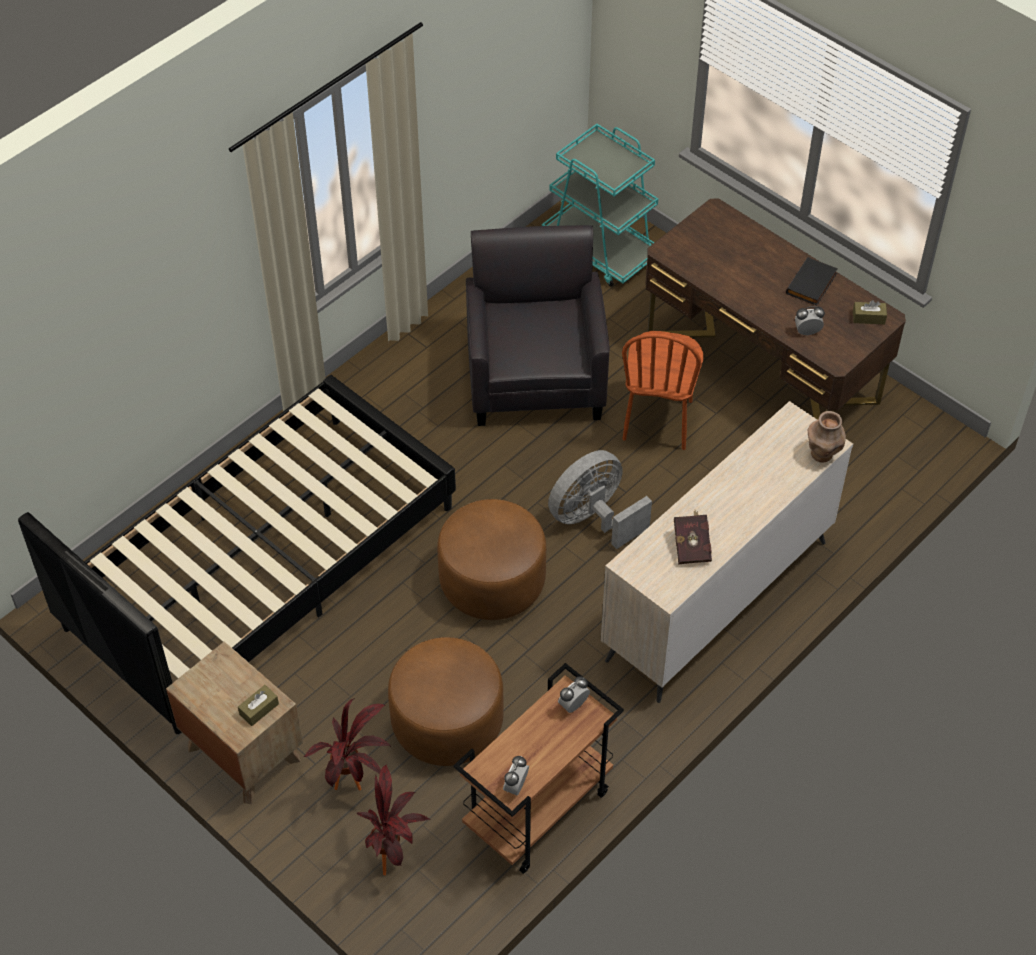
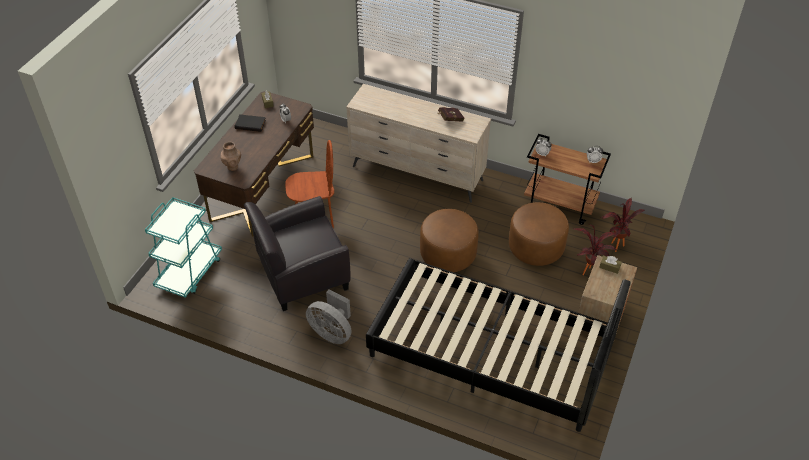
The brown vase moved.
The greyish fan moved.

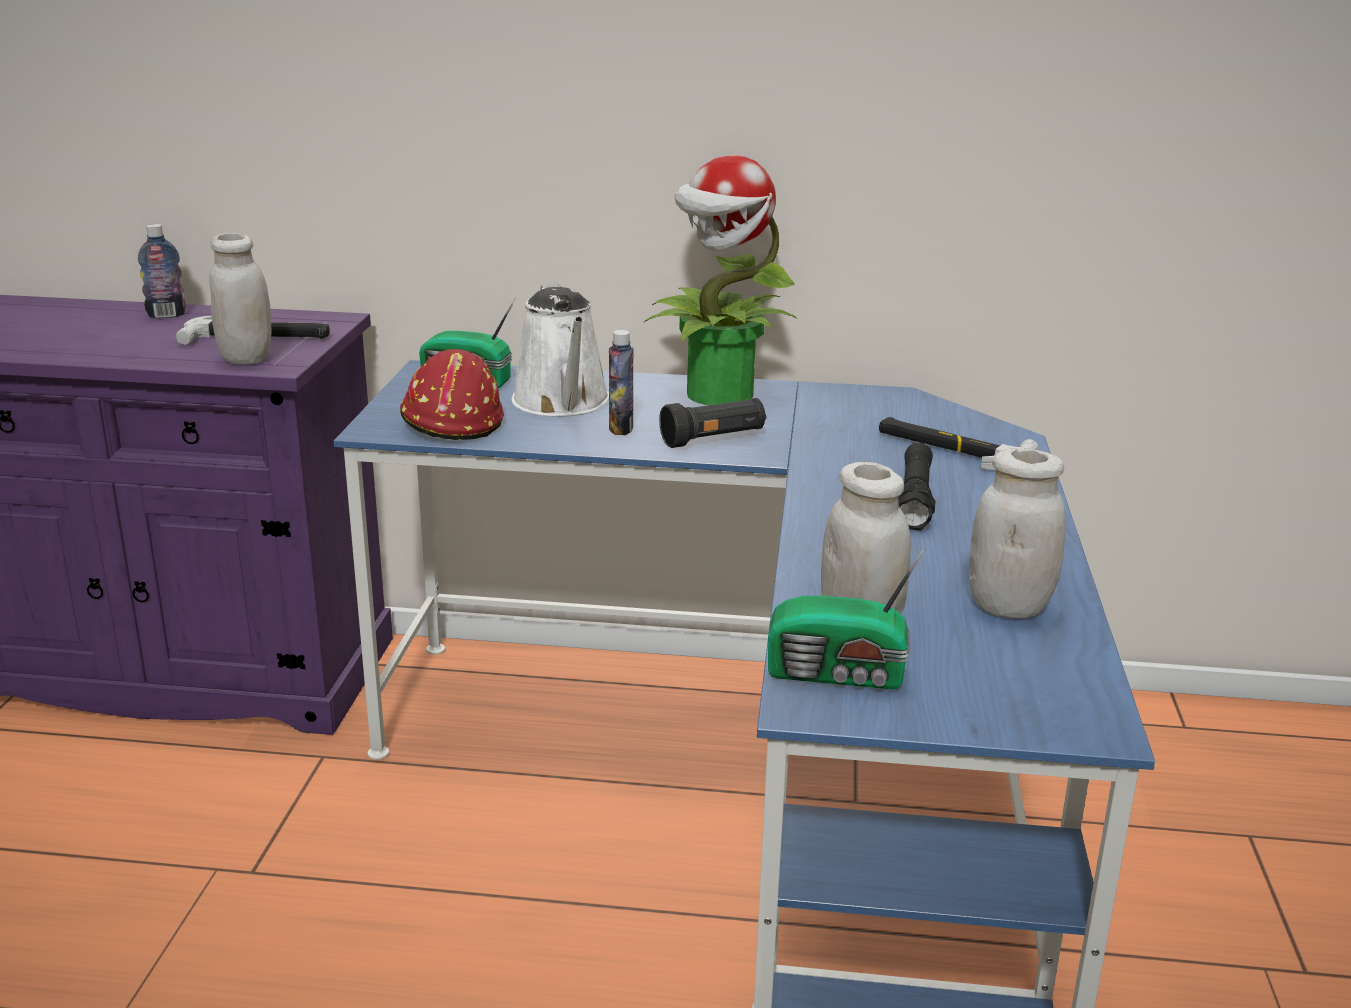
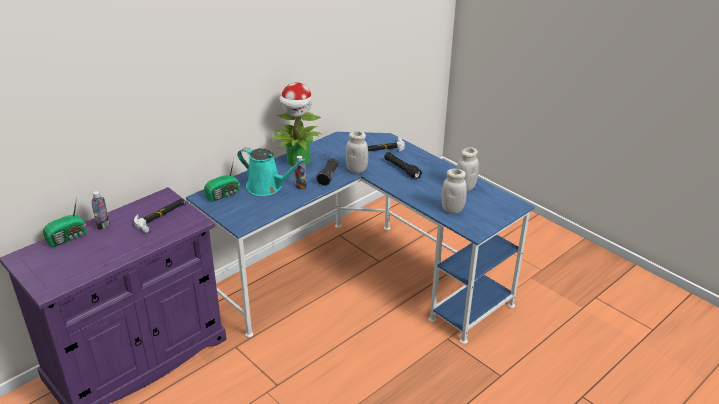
The white-coloured preserve jar (1st from left) moved.
The white-coloured sprinkling can became the turquoise sprinkling can.
The red safety helmet disappeared.
The radio (2nd from left in the first image) moved.

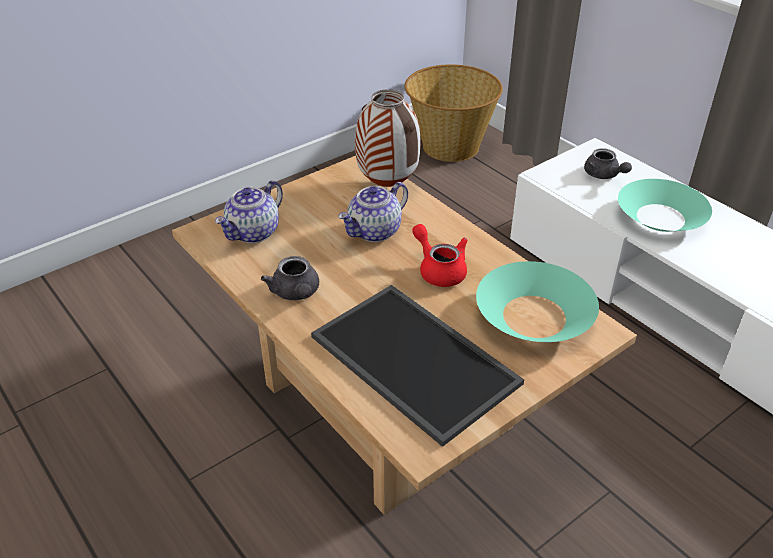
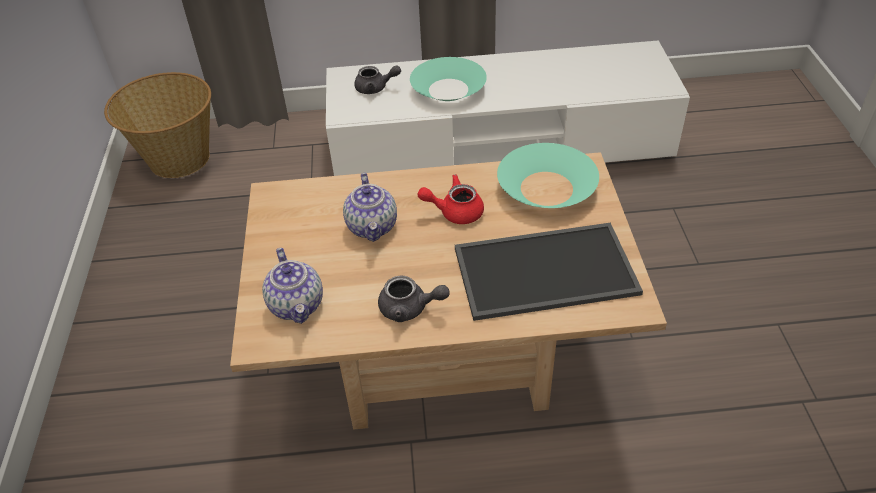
The vase disappeared.

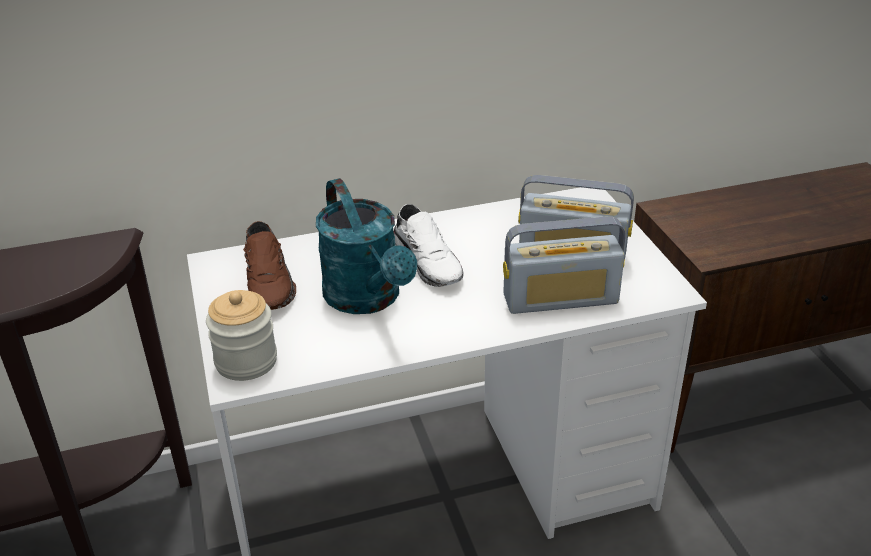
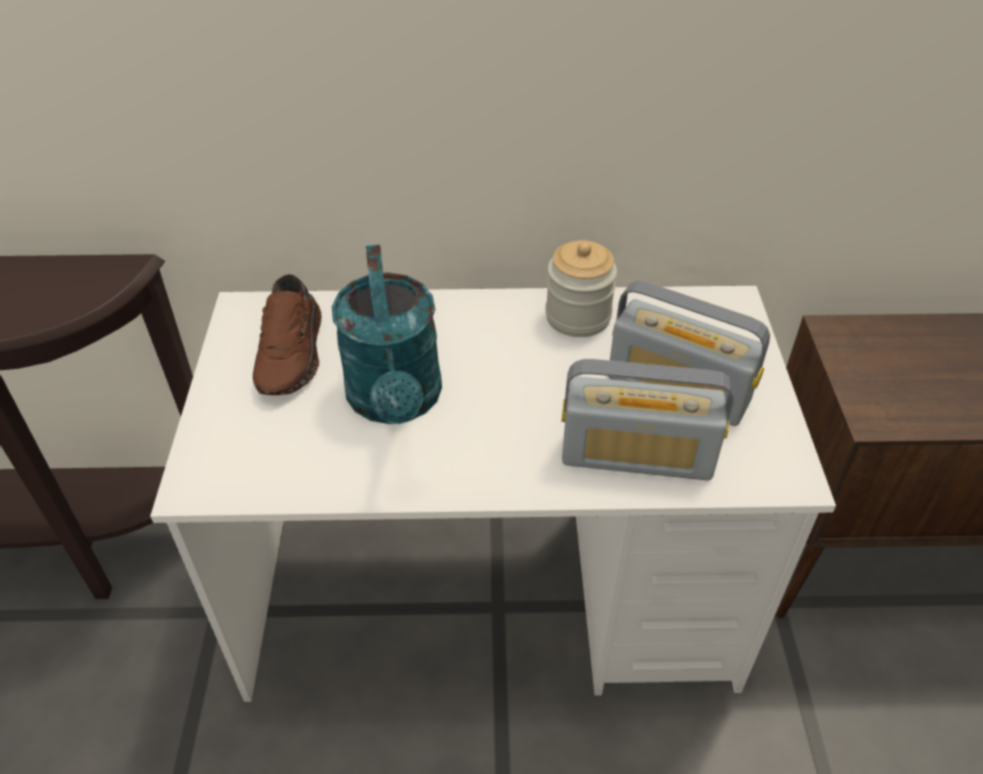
The white-coloured shoe disappeared.
The preserve jar moved.

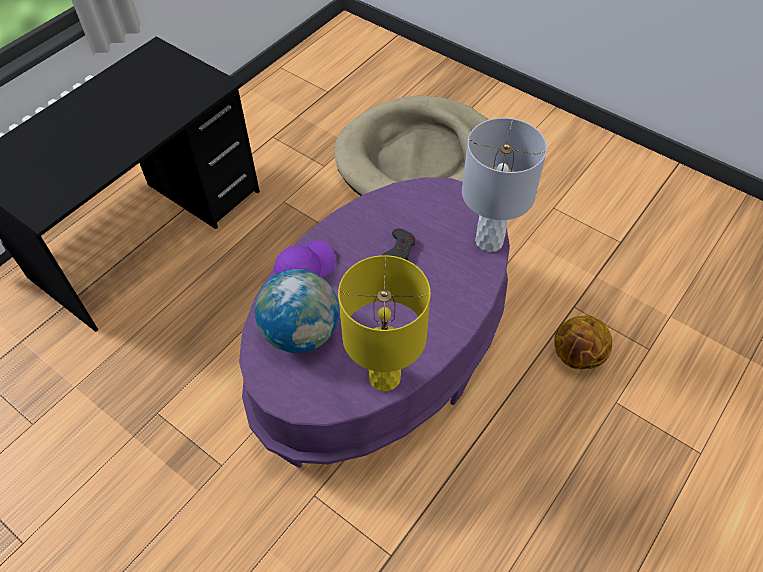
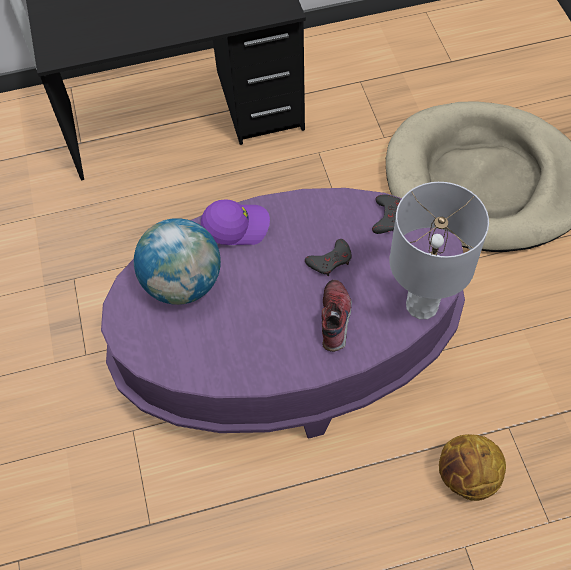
The yellow lamp for a table disappeared.
The greyish gamepad (2nd from left) appeared.
The shoe appeared.

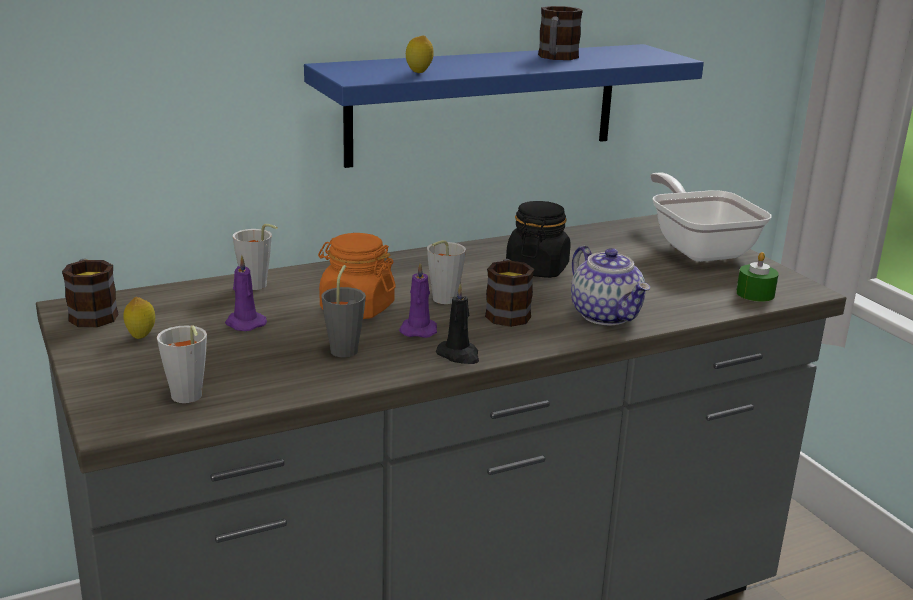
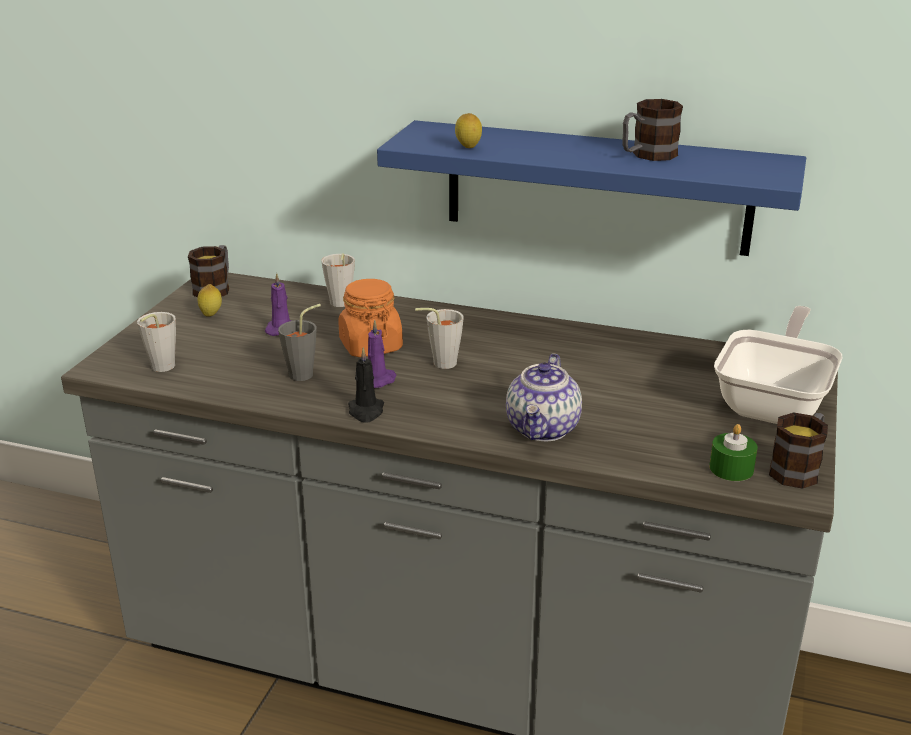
The black preserve jar disappeared.
The tea mug (2nd from left in the first image) moved.

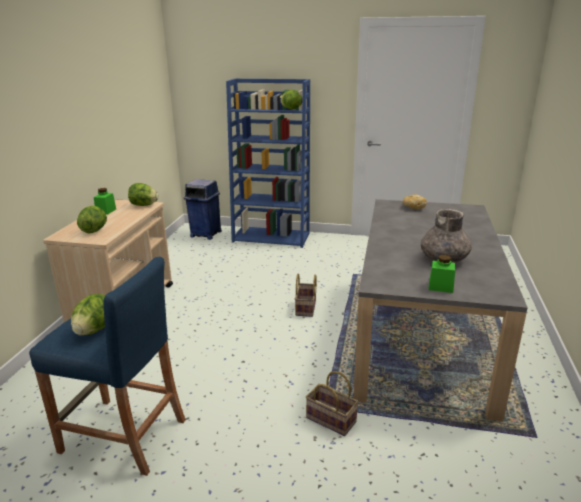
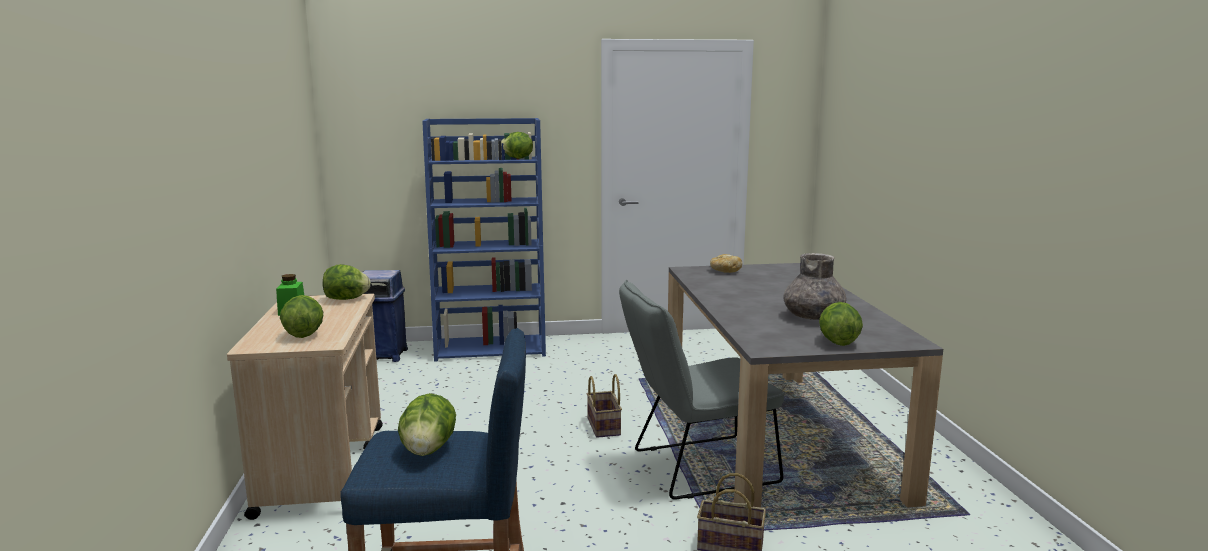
The green-coloured preserve jar (2nd from left) was replaced by the lettuce head (5th from left).
The greyish plain chair appeared.

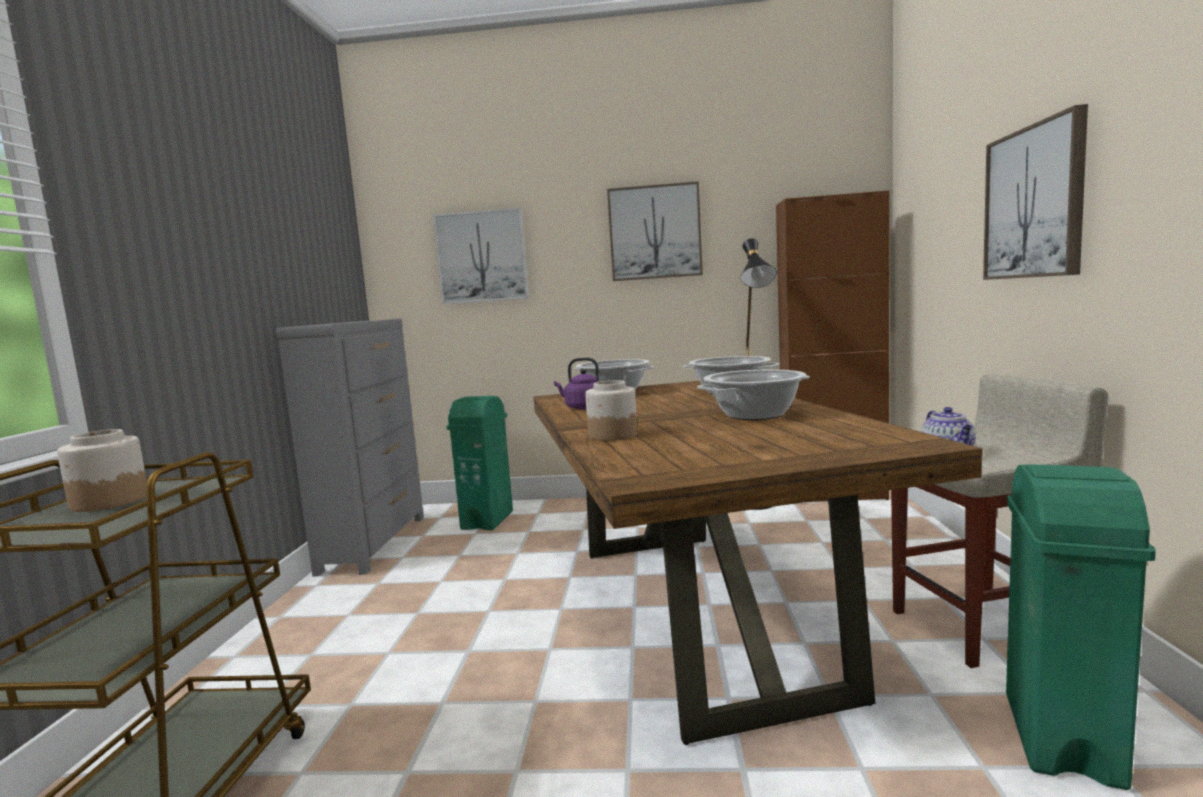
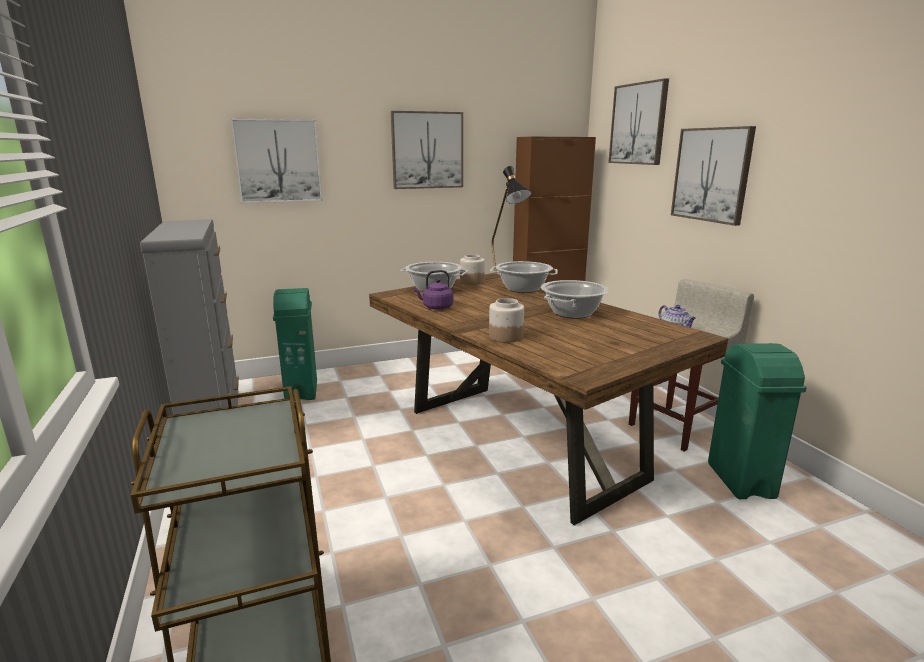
The preserve jar (1st from left) moved.
The picture (3rd from left) appeared.

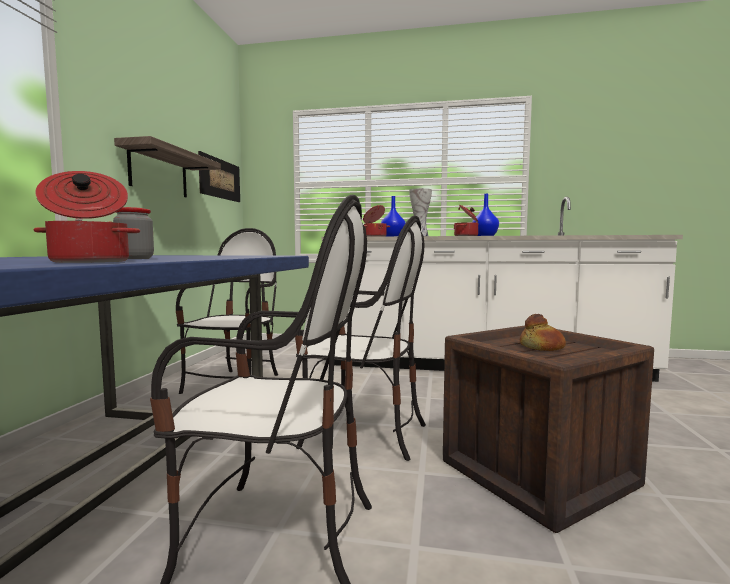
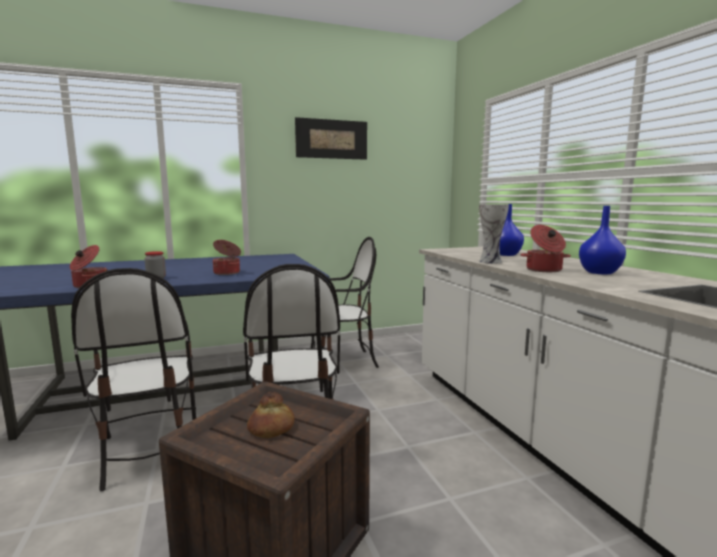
The shelf disappeared.
The picture moved.
The cooking pot (2nd from left) moved.

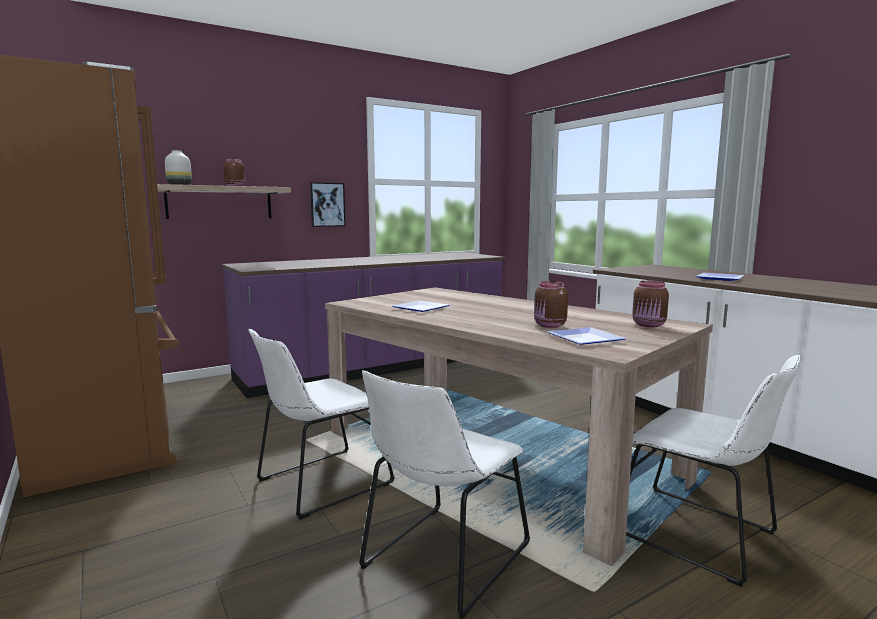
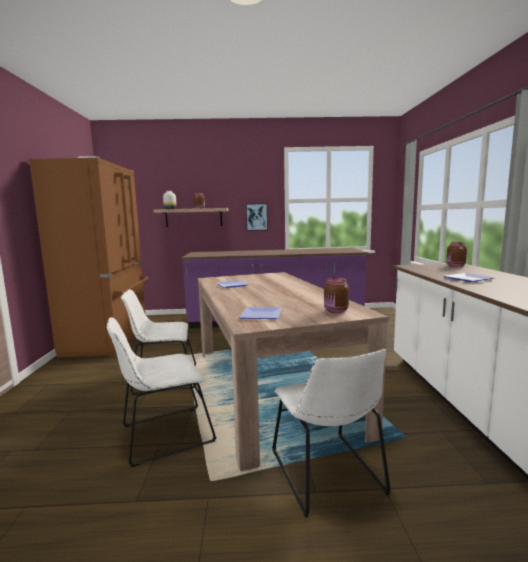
The brown preserve jar (2nd from left in the first image) moved.

